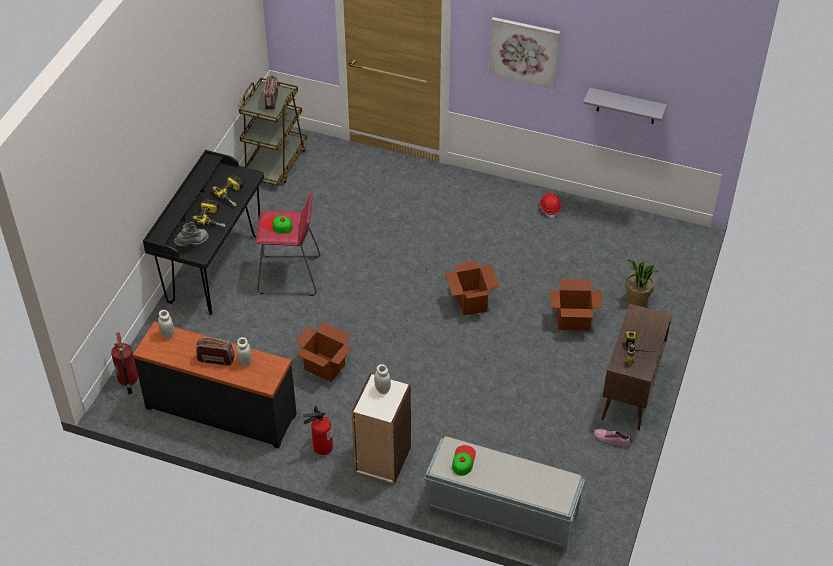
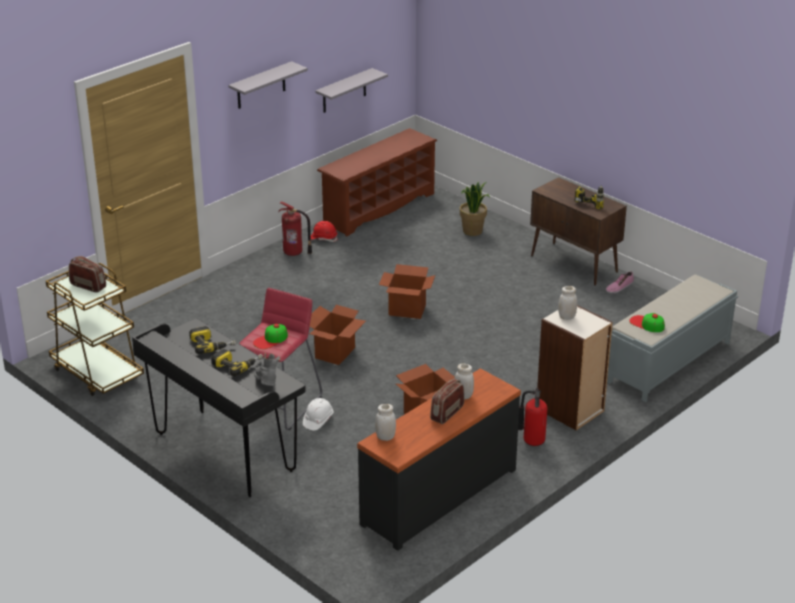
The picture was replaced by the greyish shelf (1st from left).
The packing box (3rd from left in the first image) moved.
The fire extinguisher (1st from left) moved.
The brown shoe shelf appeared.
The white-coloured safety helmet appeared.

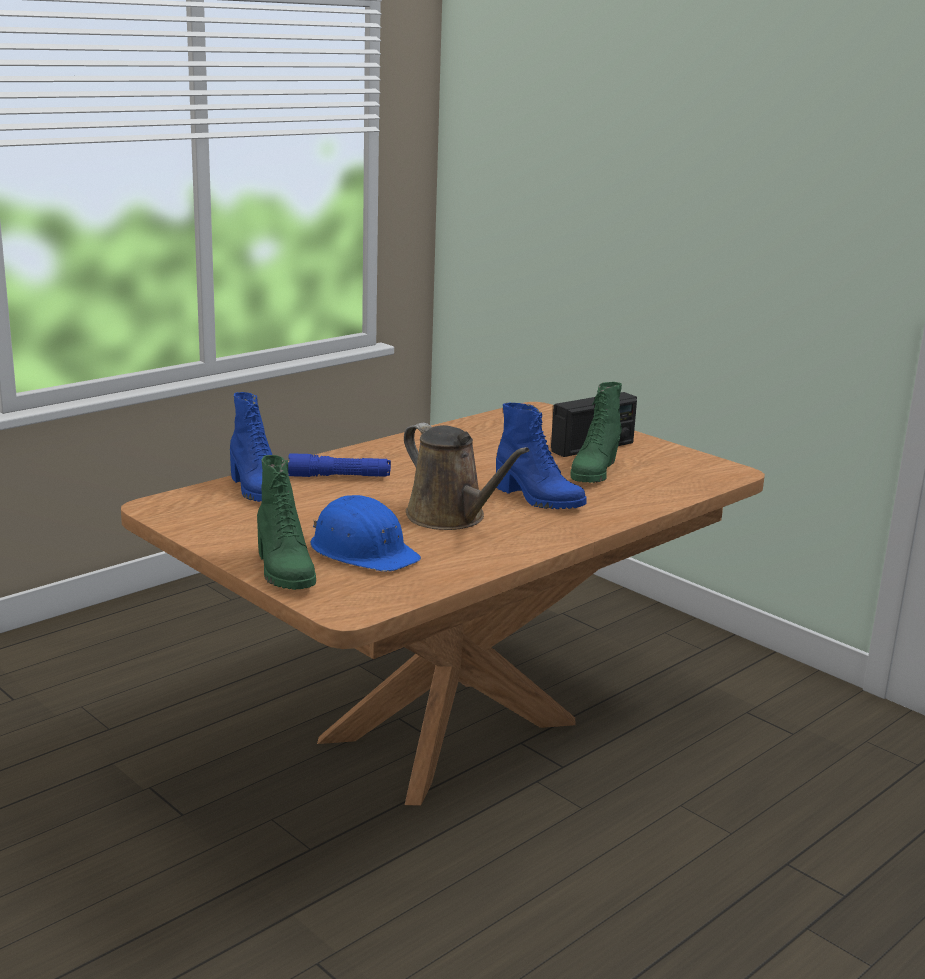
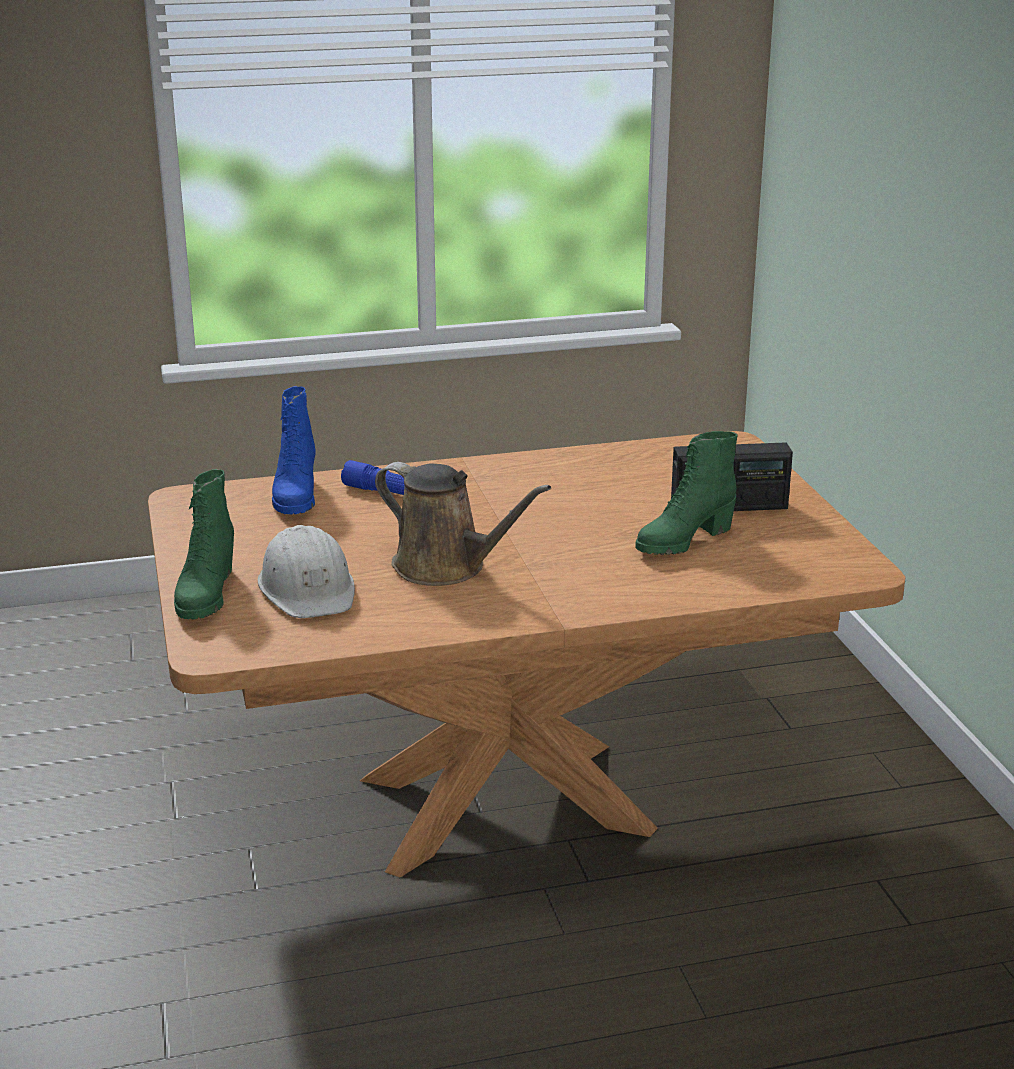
The bluish high-top boot (2nd from left) disappeared.
The brown sprinkling can turned 45 degrees counterclockwise.
The bluish safety helmet became the white-coloured safety helmet.

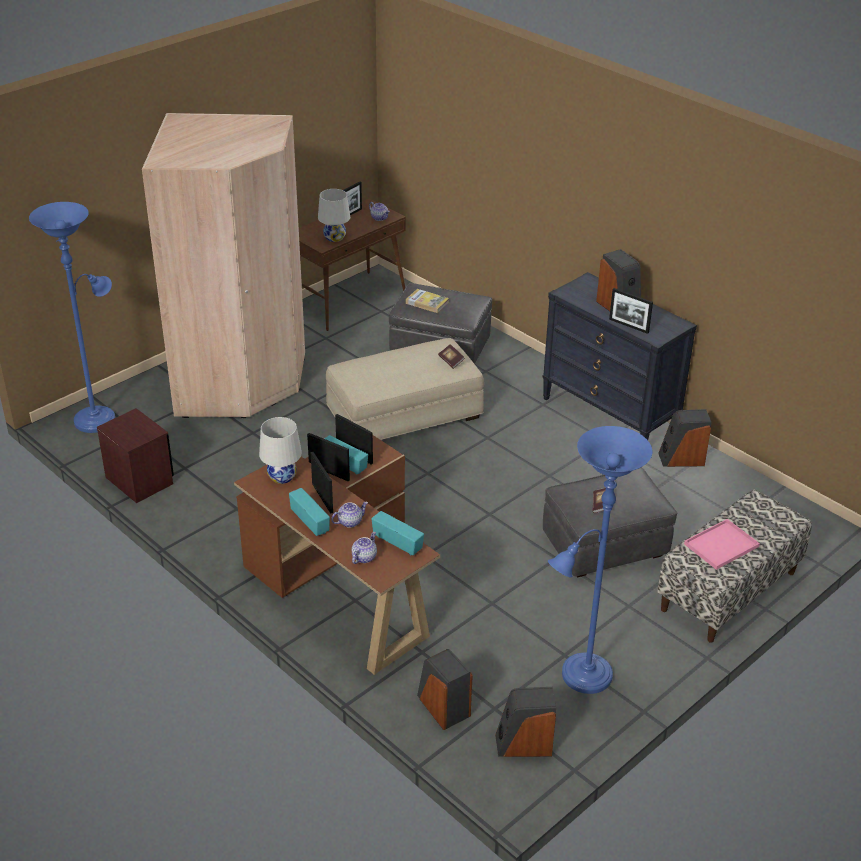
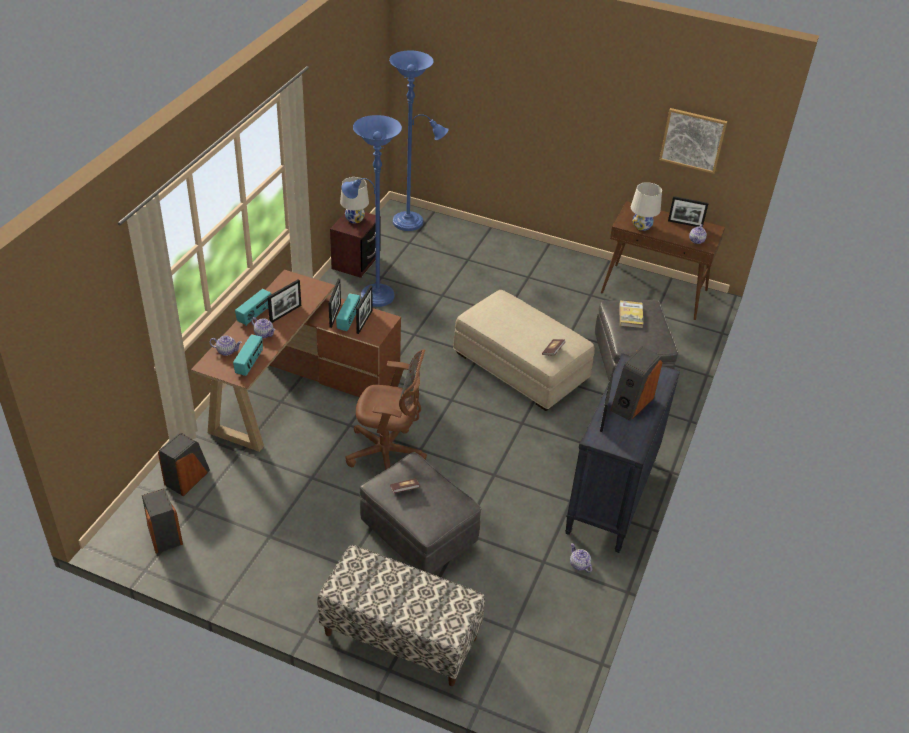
The beige-coloured wardrobe disappeared.
The speaker (4th from left) was replaced by the teapot (3rd from left).
The white-coloured lamp for a table (1st from left) moved.
The bluish standing lamp (2nd from left in the first image) moved.
The pink-coloured carrying tray disappeared.
The picture appeared.
The brown desk chair appeared.

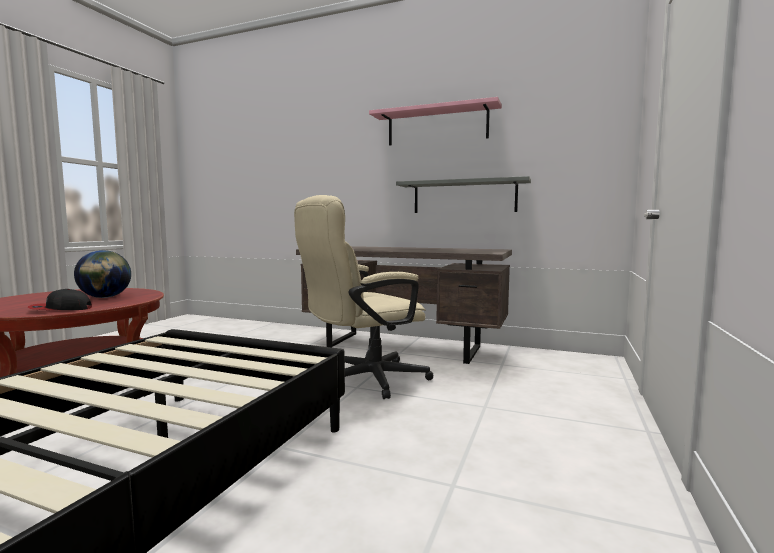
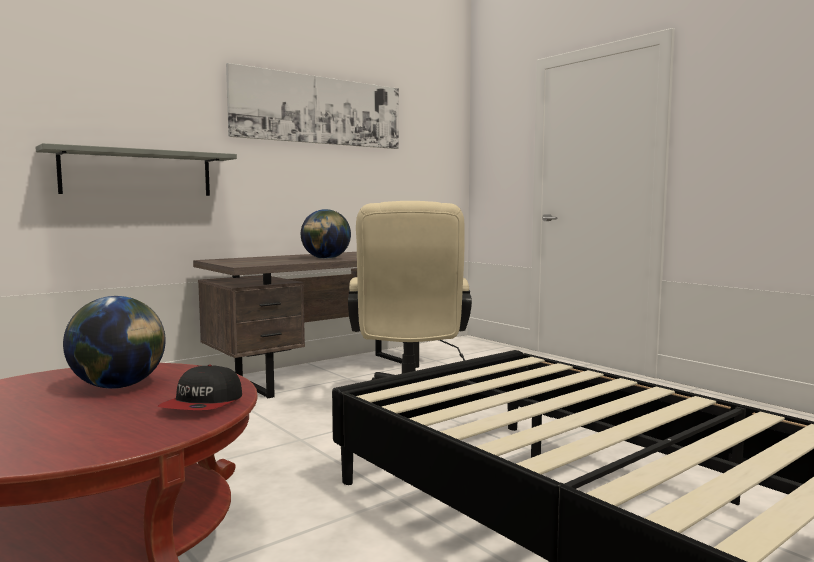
The pink-coloured shelf was replaced by the picture.
The greyish shelf moved.
The world globe (2nd from left) appeared.

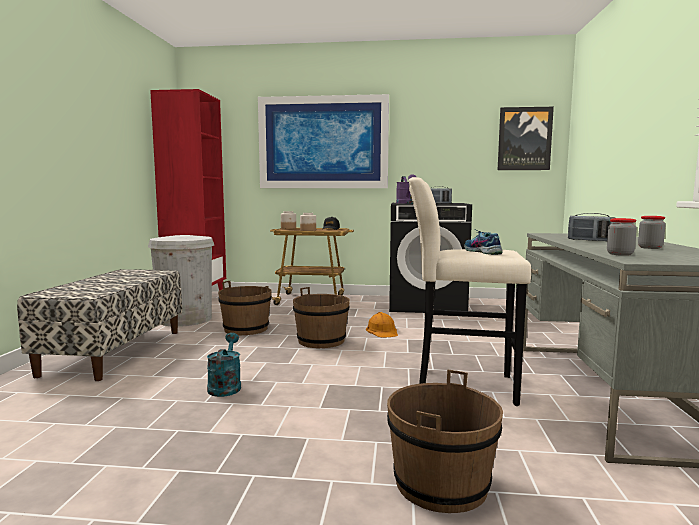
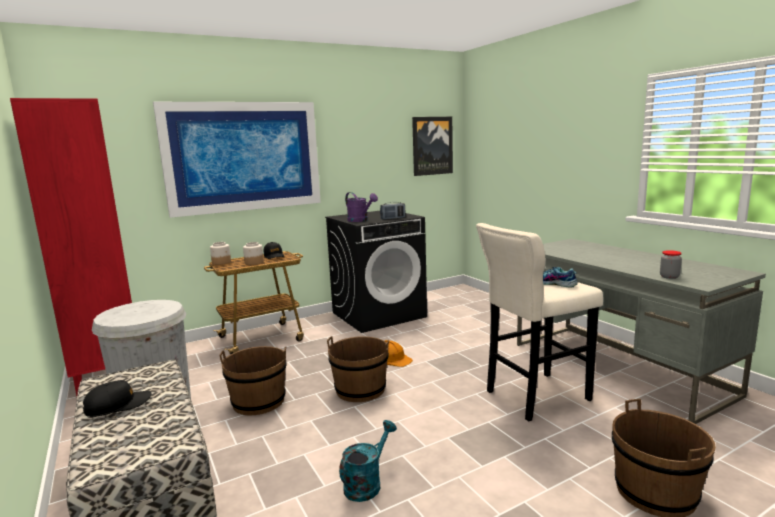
The radio (2nd from left) disappeared.
The preserve jar (4th from left) disappeared.
The turquoise sprinkling can turned 75 degrees clockwise.
The black peaked cap (1st from left) appeared.

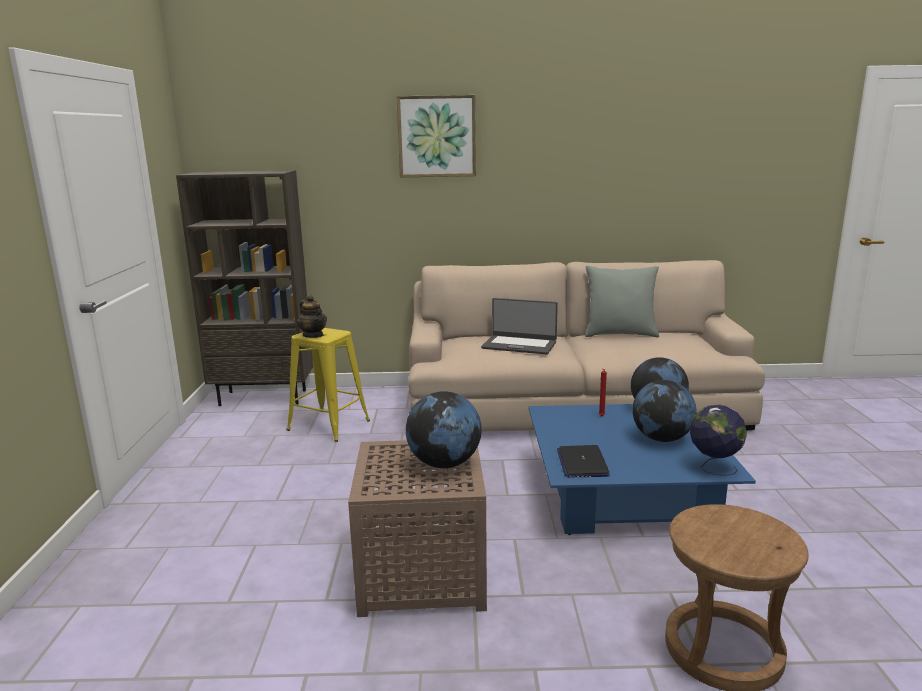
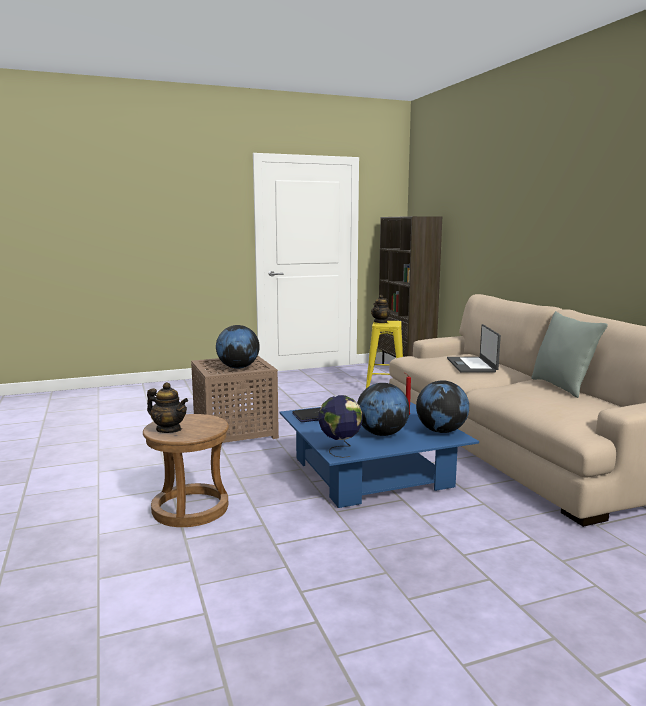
The picture disappeared.
The teapot (1st from left) appeared.

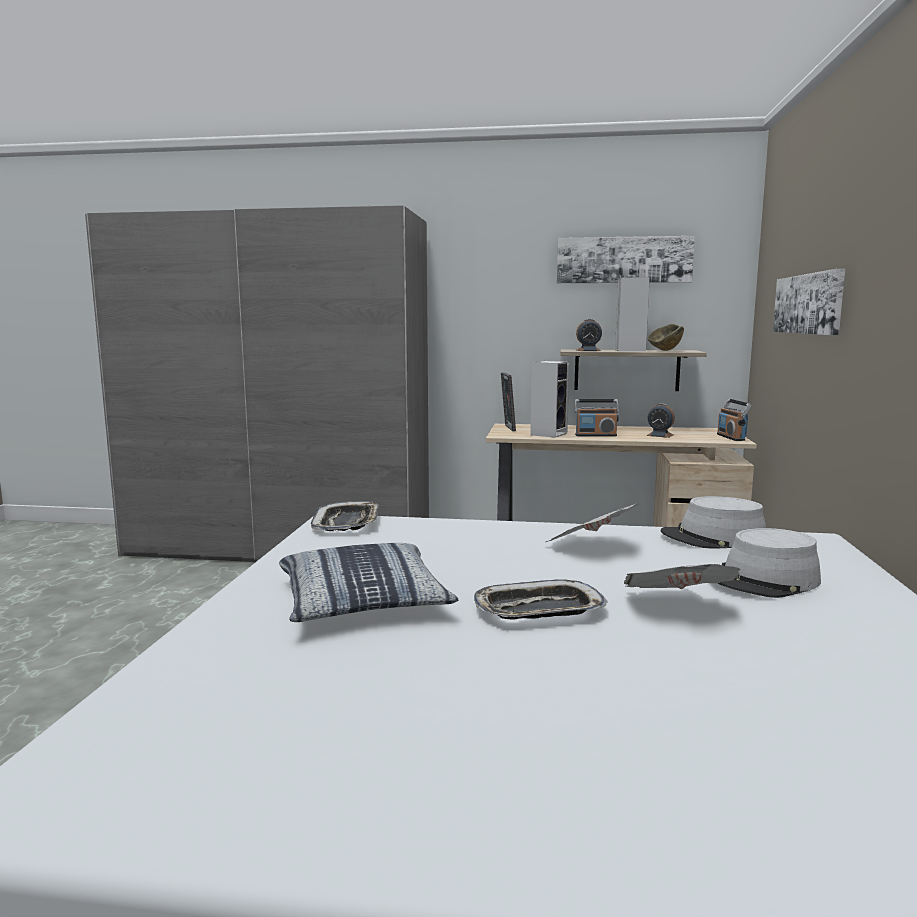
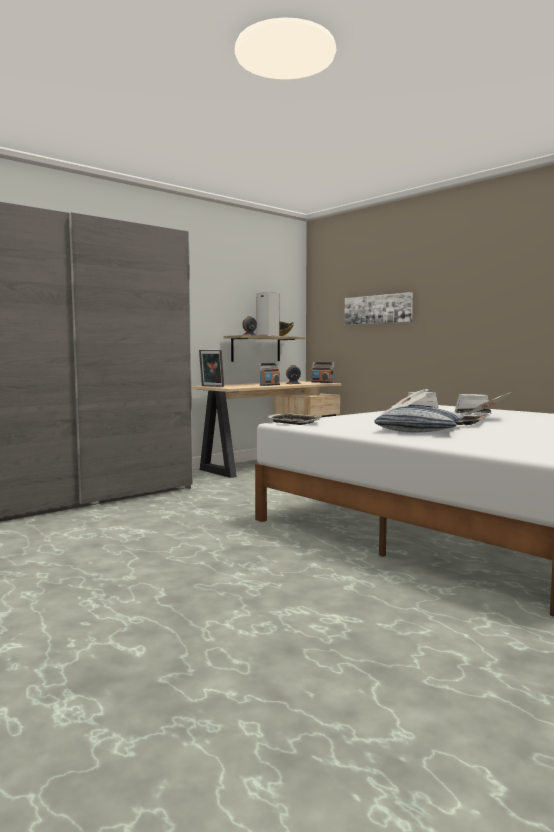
The picture (1st from left) disappeared.
The speaker (1st from left) disappeared.

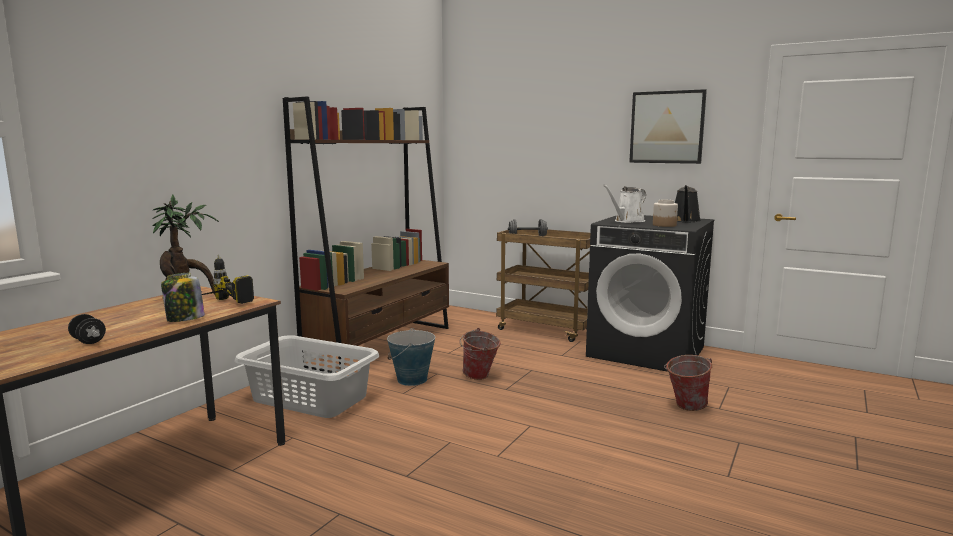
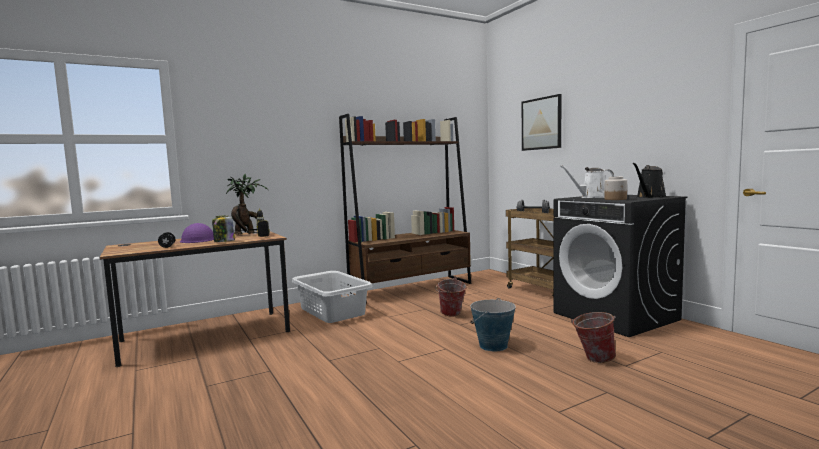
The picture moved.
The bucket (1st from left in the first image) moved.
The purple safety helmet appeared.

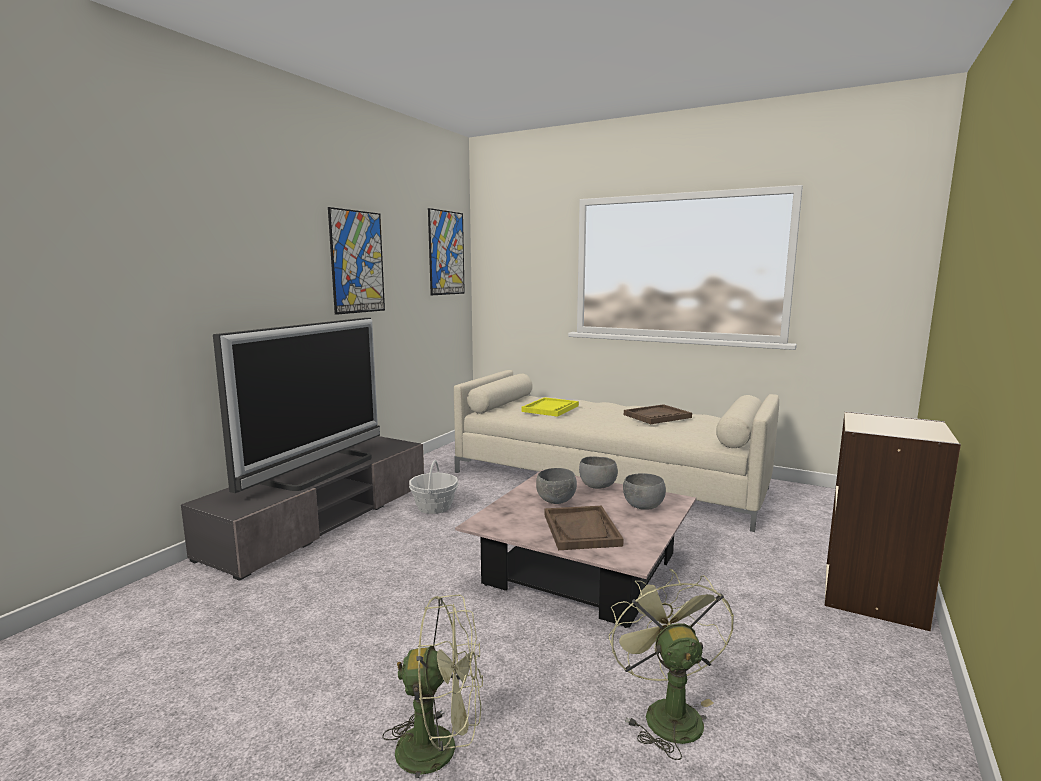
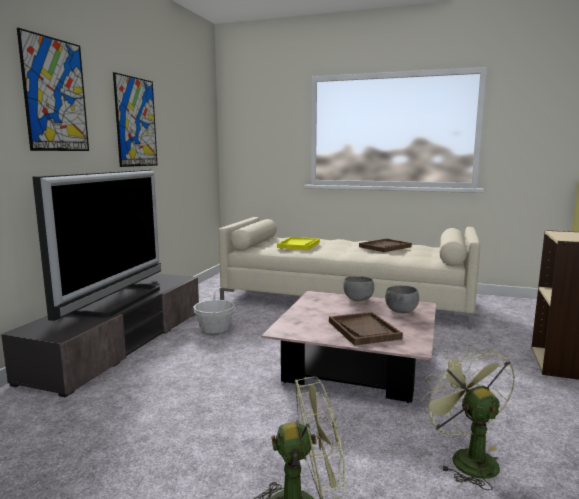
The picture (2nd from left in the first image) moved.
The greyish serving bowl (1st from left) disappeared.

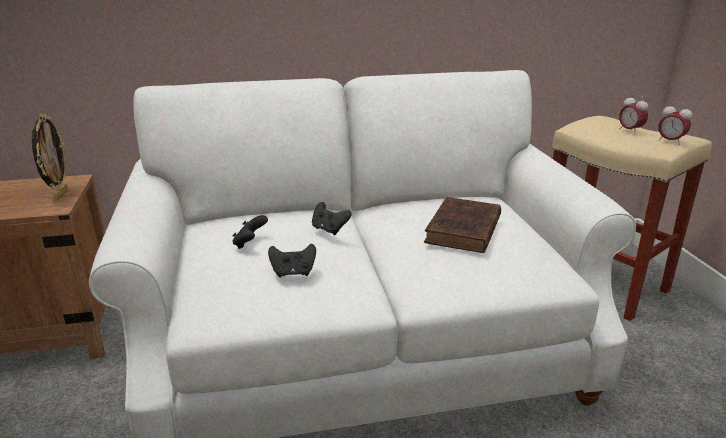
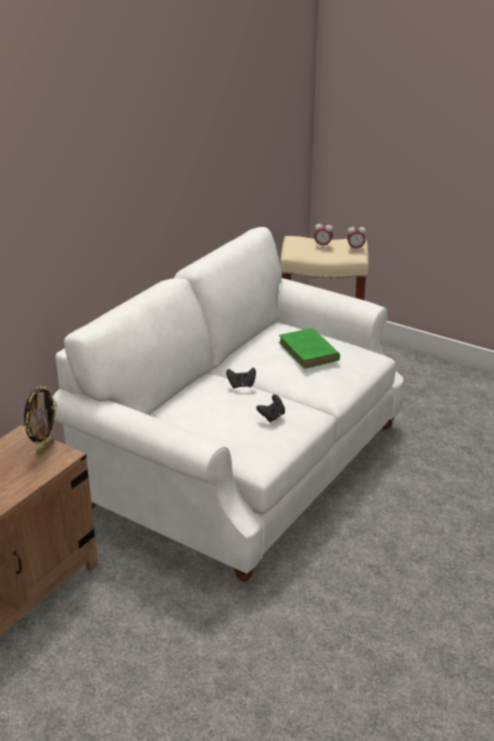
The standing frame turned 75 degrees clockwise.
The brown book became the green-coloured book.
The black gamepad (1st from left) disappeared.

